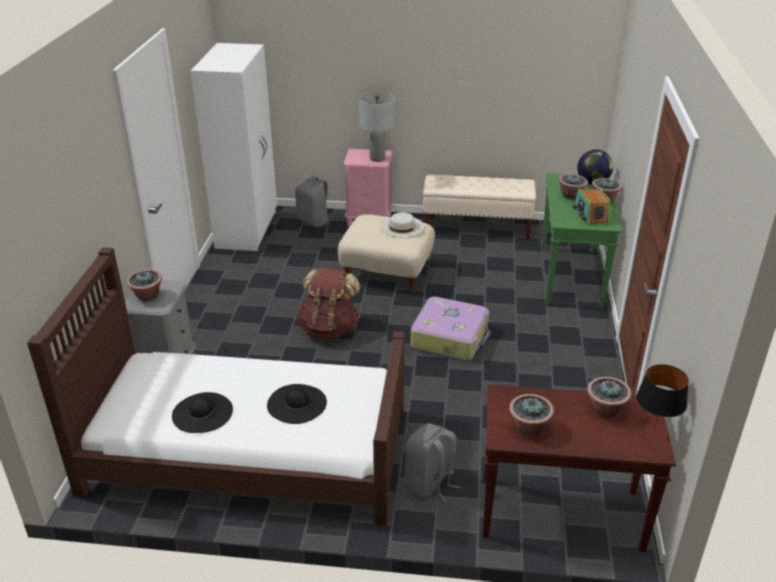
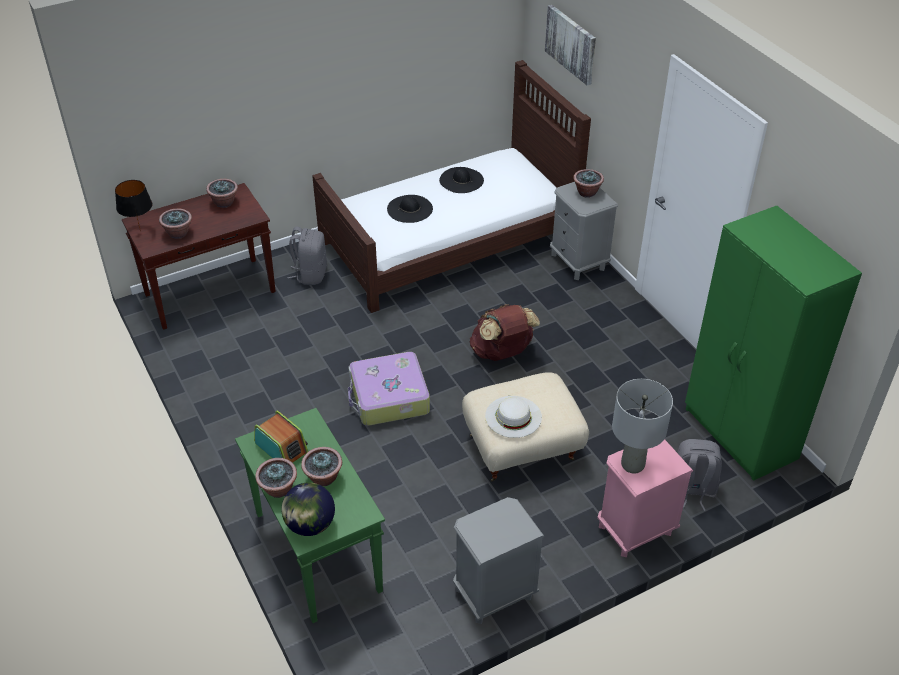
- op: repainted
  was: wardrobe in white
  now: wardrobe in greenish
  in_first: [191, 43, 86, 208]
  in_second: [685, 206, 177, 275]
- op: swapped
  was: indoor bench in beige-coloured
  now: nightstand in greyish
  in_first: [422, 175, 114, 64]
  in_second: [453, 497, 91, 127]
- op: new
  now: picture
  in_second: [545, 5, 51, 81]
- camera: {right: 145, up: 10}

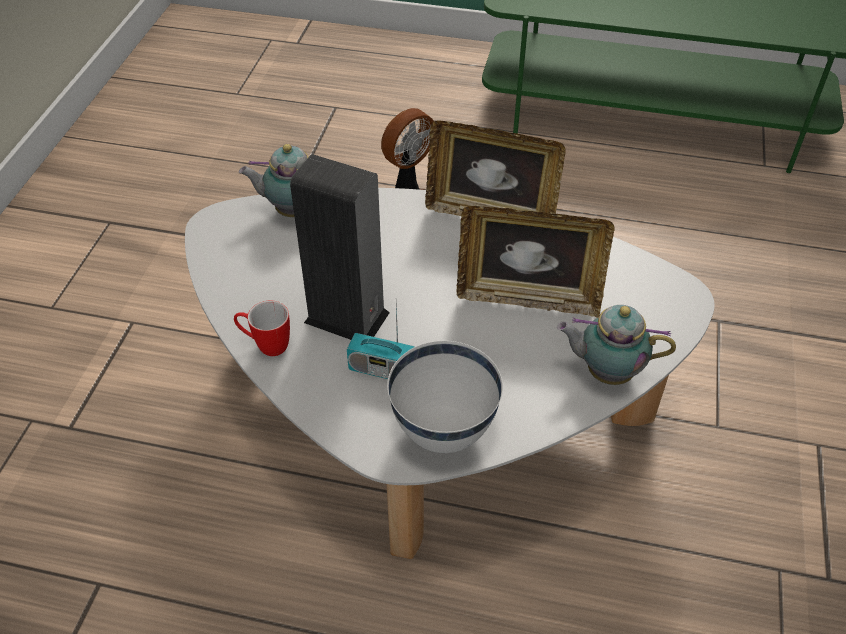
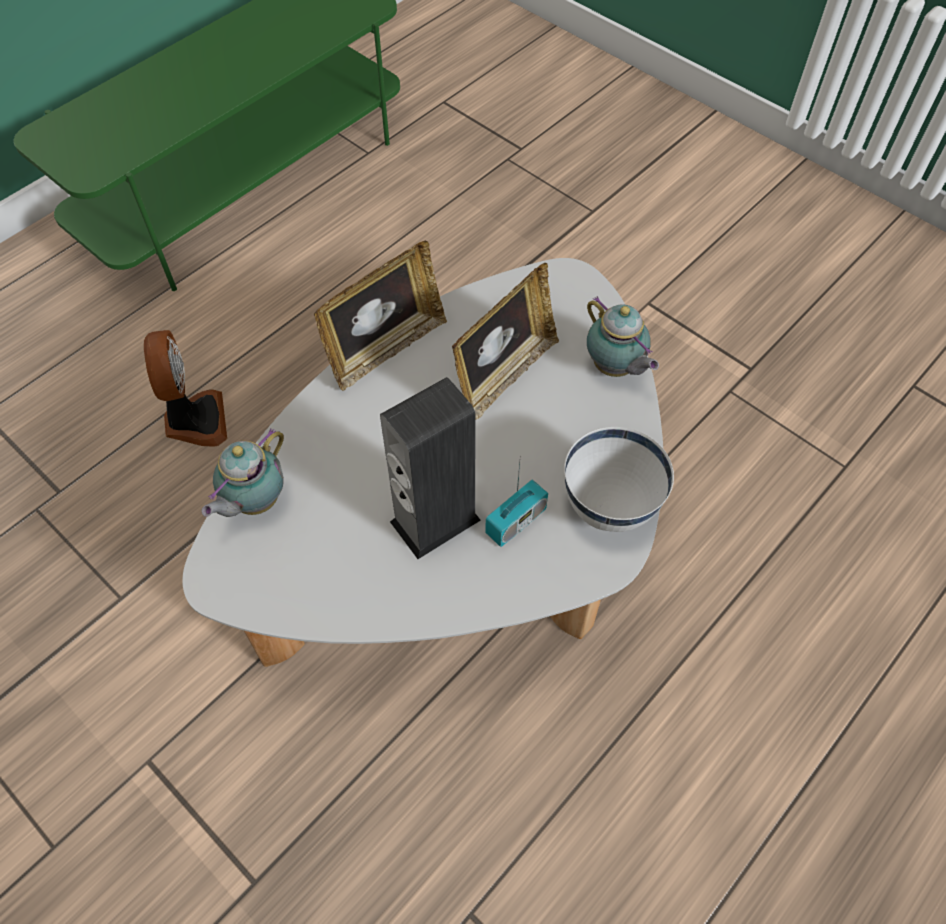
- op: gone
  was: mug
  in_first: [234, 301, 56, 55]
- op: rotated
  was: tea pot
  in_first: [557, 305, 119, 80]
  in_second: [587, 296, 72, 81]
  clockwise: -75
- camera: {right: -60, up: 10}

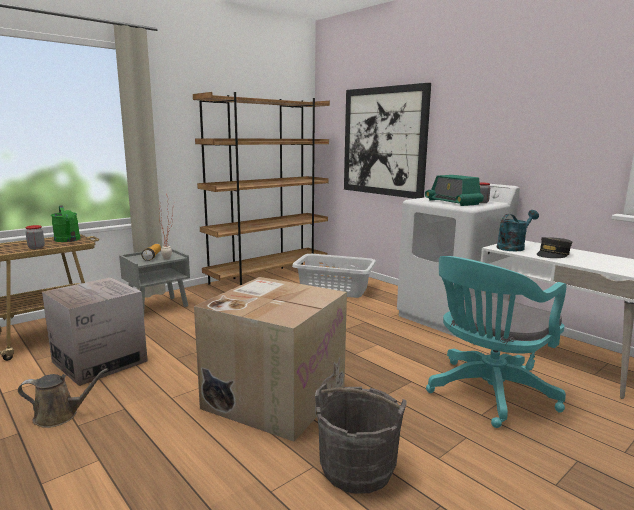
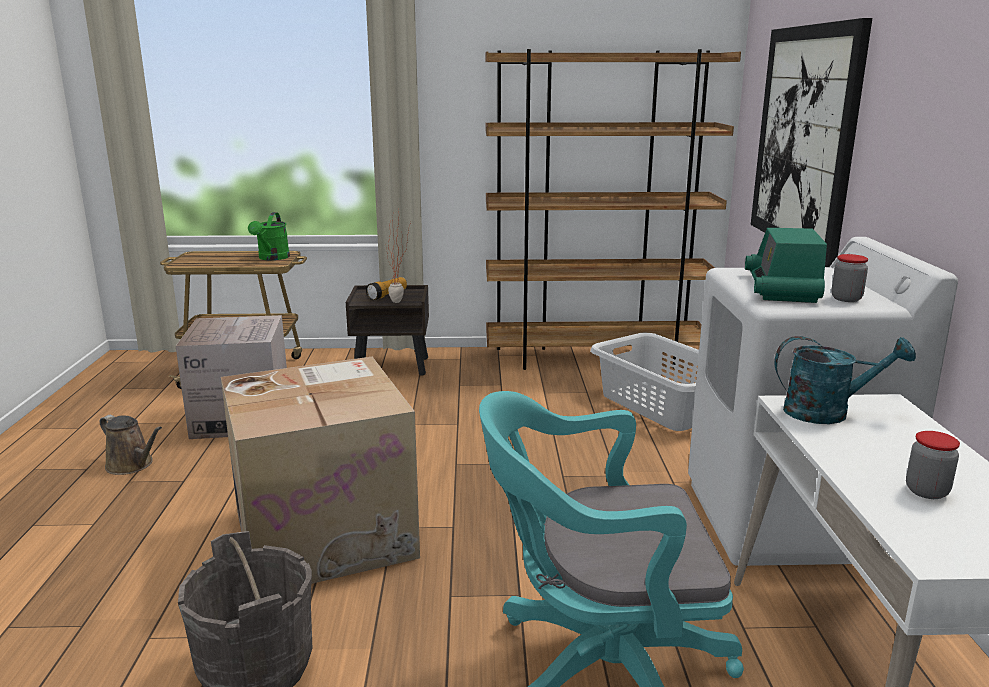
- op: shifted
  was: preserve jar
  in_first: [25, 225, 20, 24]
  in_second: [906, 431, 54, 68]
- op: gone
  was: cap in greyish
  in_first: [536, 237, 37, 21]
- op: repainted
  was: nightstand in greyish
  now: nightstand in brownish
  in_first: [119, 248, 71, 65]
  in_second: [346, 285, 83, 91]
- camera: {right: 40, up: 5}

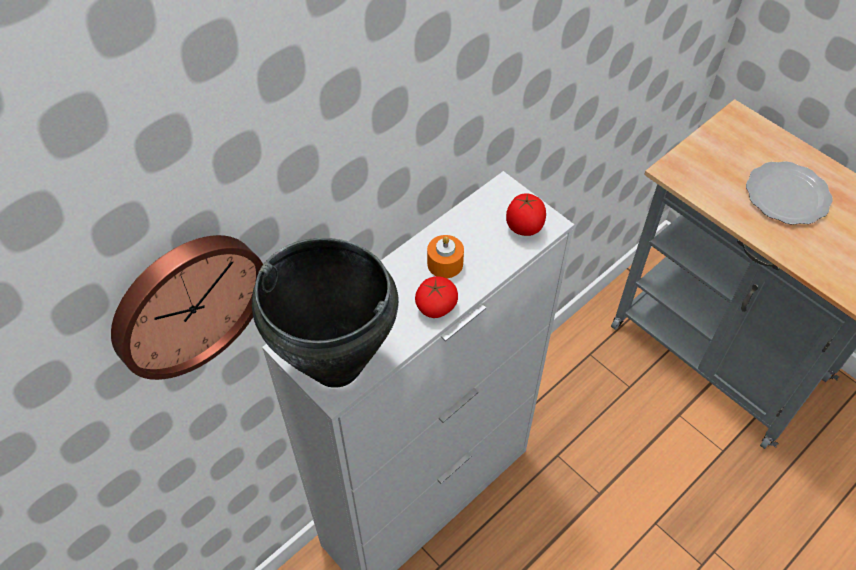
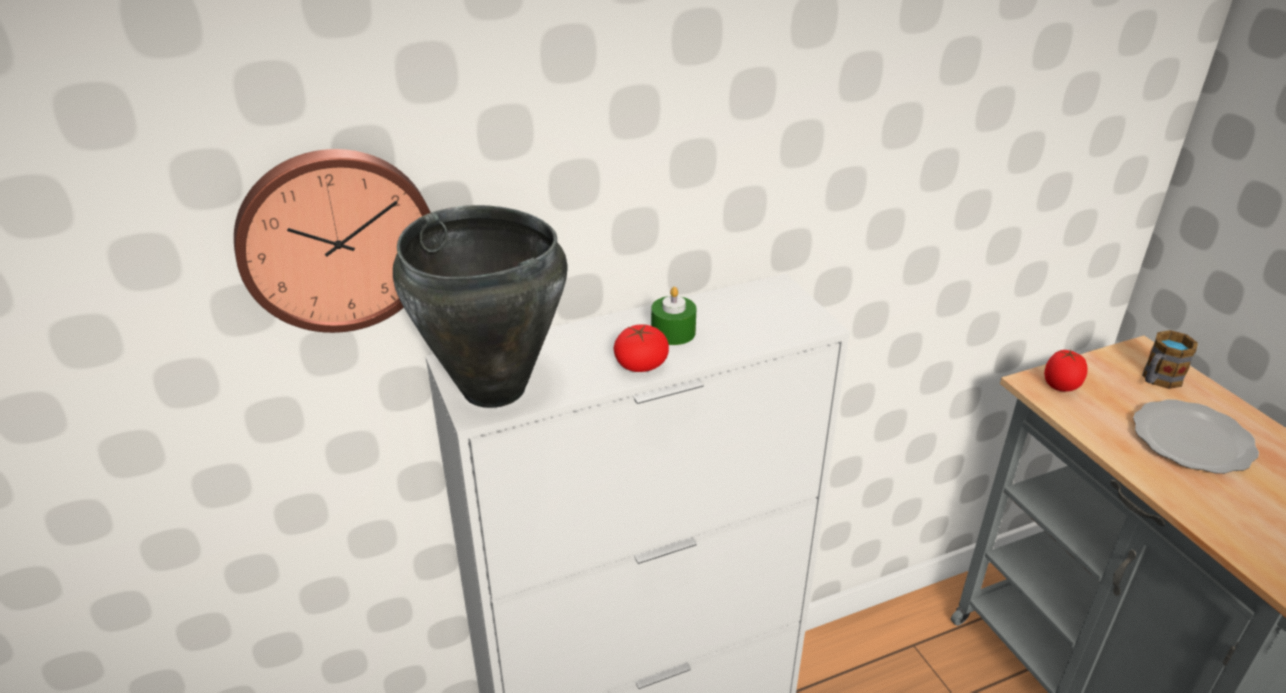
- op: shifted
  was: tomato
  in_first: [506, 193, 40, 43]
  in_second: [1044, 350, 44, 42]
- op: repainted
  was: wax candle in orange-coloured
  now: wax candle in greenish
  in_first: [427, 235, 37, 43]
  in_second: [651, 286, 46, 59]
- op: new
  now: mug
  in_second: [1142, 330, 56, 59]
- camera: {right: 20, up: -20}

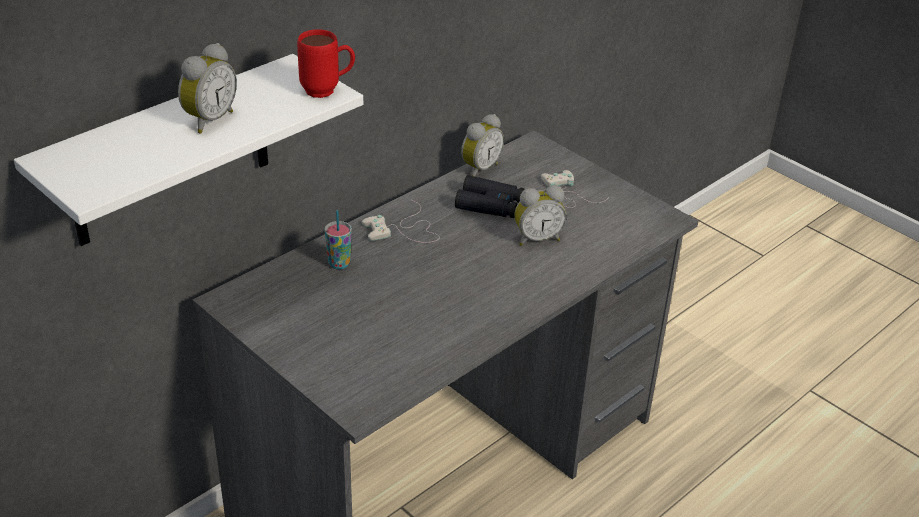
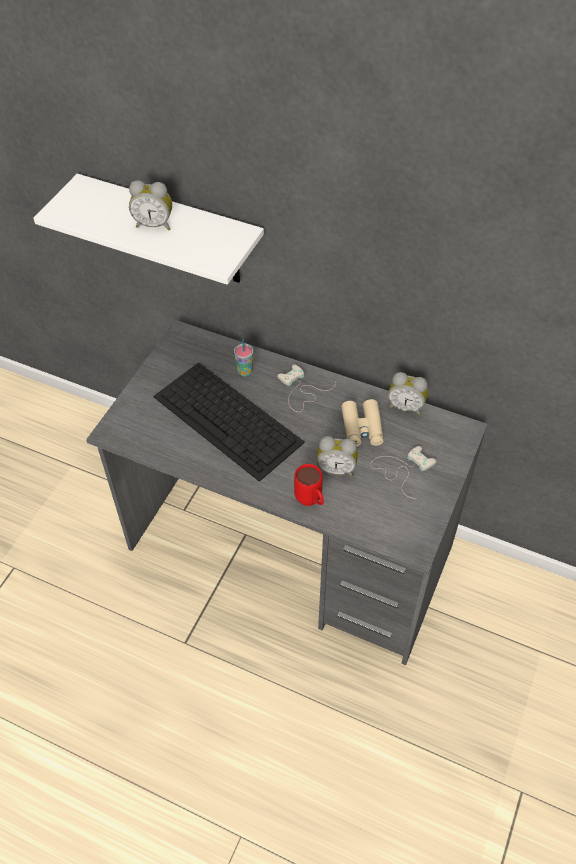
- op: shifted
  was: mug in red-coloured
  in_first: [297, 29, 58, 69]
  in_second: [294, 464, 30, 42]
- op: repainted
  was: binoculars in black
  now: binoculars in beige-coloured
  in_first: [455, 175, 69, 43]
  in_second: [341, 399, 42, 48]
- op: rotated
  was: bedside clock
  in_first: [514, 185, 53, 61]
  in_second: [316, 436, 42, 41]
  clockwise: -45
- op: new
  now: keyboard
  in_second: [153, 363, 152, 119]
- camera: {right: 70, up: 15}

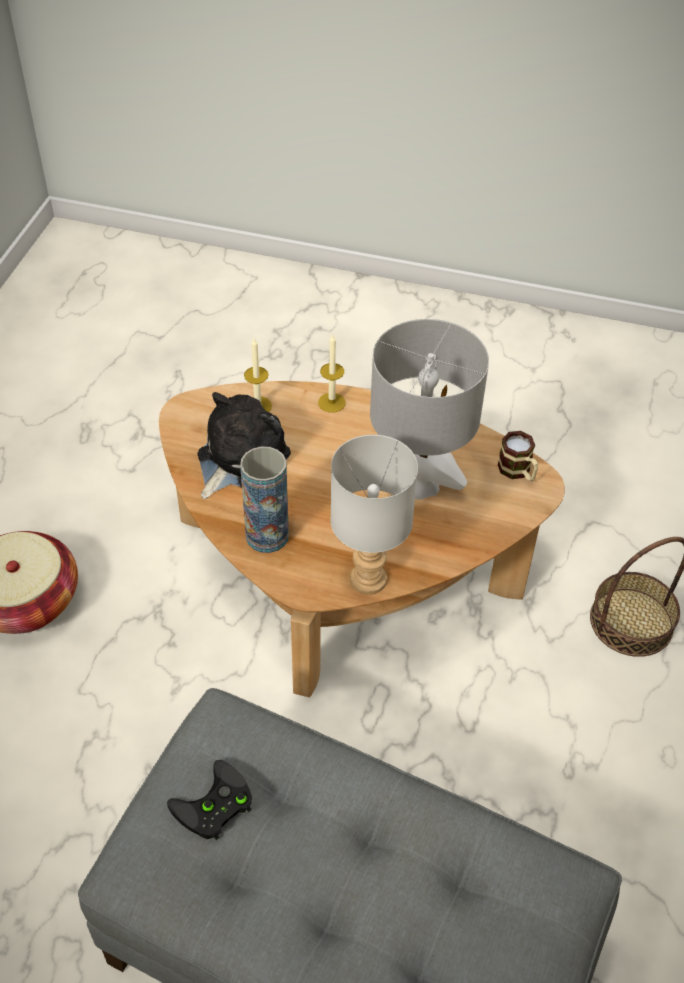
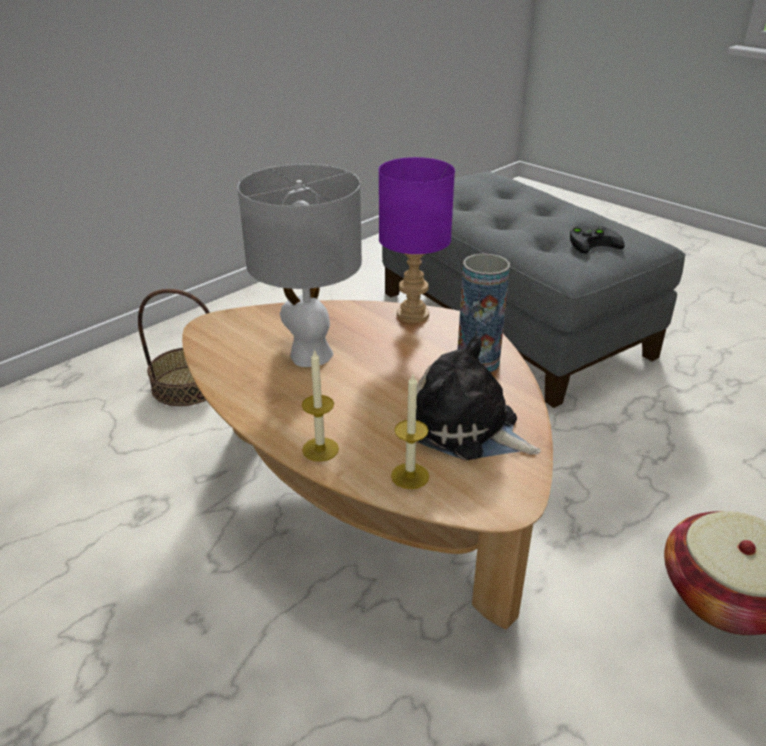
- op: rotated
  was: cuddly toy
  in_first: [197, 392, 94, 107]
  in_second: [416, 336, 125, 124]
  clockwise: 60
- op: gone
  was: mug
  in_first: [498, 431, 40, 50]
- op: repainted
  was: lamp for a table in greyish
  now: lamp for a table in purplish
  in_first: [330, 435, 88, 160]
  in_second: [379, 157, 76, 166]
- camera: {right: -150, up: -15}

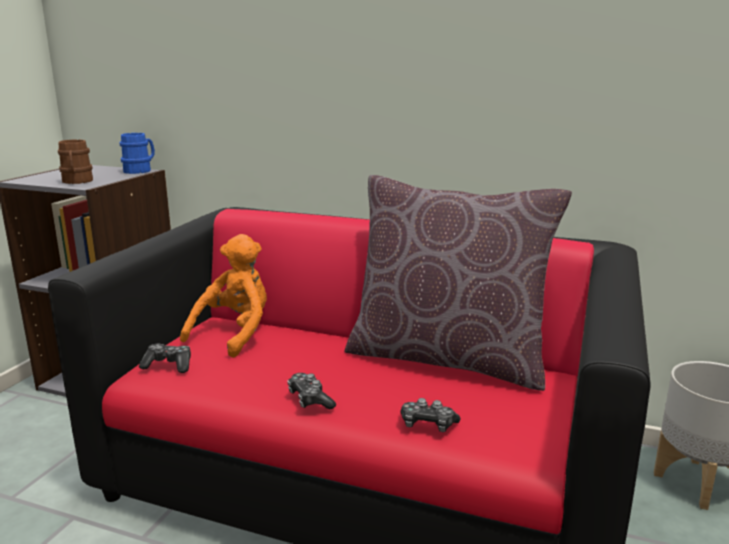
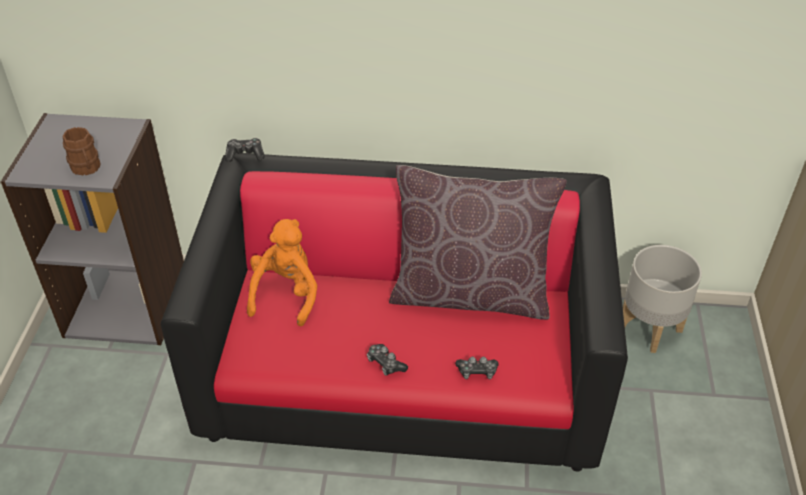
- op: gone
  was: mug in bluish
  in_first: [119, 133, 36, 41]
- op: shifted
  was: joypad
  in_first: [139, 344, 52, 29]
  in_second: [225, 138, 40, 24]
- camera: {right: -15, up: 25}

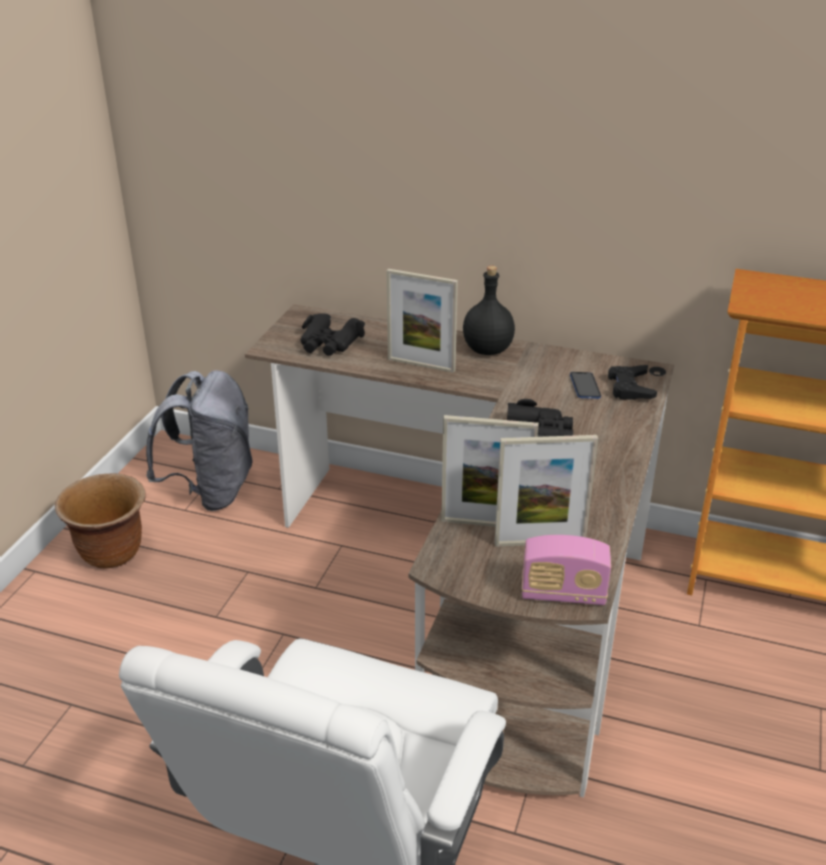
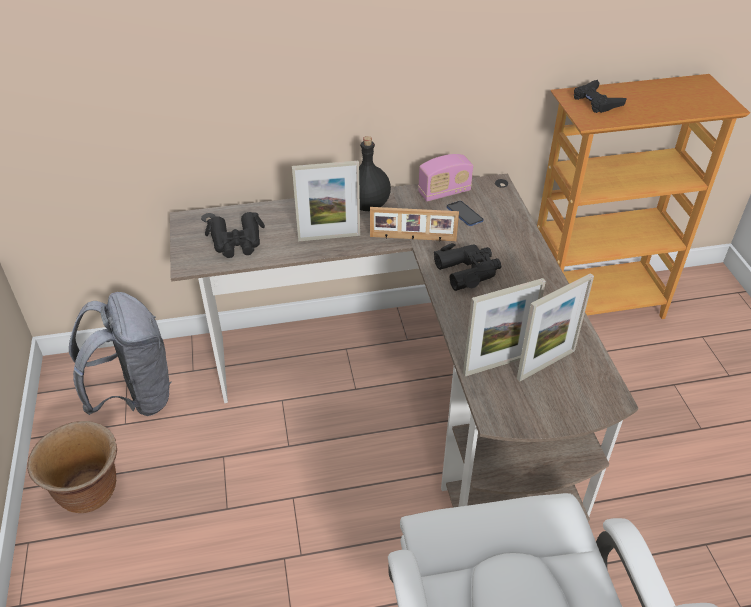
- op: shifted
  was: joypad in black
  in_first: [608, 365, 49, 35]
  in_second: [574, 80, 53, 33]
- op: shifted
  was: radio set
  in_first: [522, 535, 89, 70]
  in_second: [418, 154, 55, 48]
- op: new
  now: photo frame
  in_second: [370, 207, 89, 34]
- camera: {right: -30, up: 10}

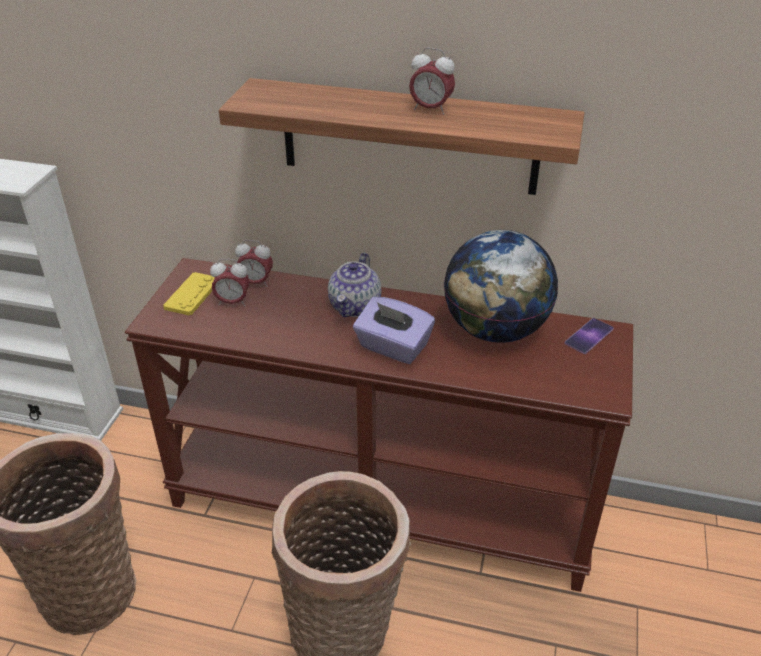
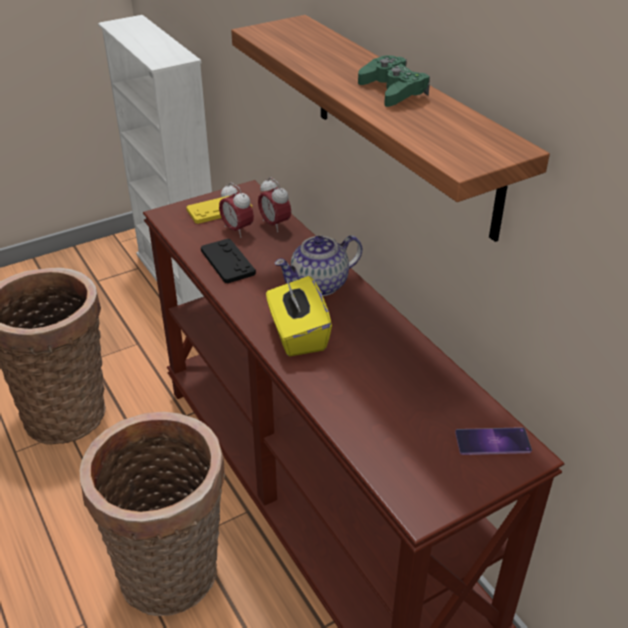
- op: swapped
  was: bedside clock
  now: joypad in greenish
  in_first: [409, 47, 46, 68]
  in_second: [358, 55, 72, 52]
- op: gone
  was: globe
  in_first: [444, 230, 114, 113]
- op: repainted
  was: tissue box in purplish
  now: tissue box in yellowish
  in_first: [353, 297, 82, 67]
  in_second: [266, 276, 66, 80]
- op: new
  now: joypad in black
  in_second: [201, 239, 55, 45]
- camera: {right: 45, up: 0}

